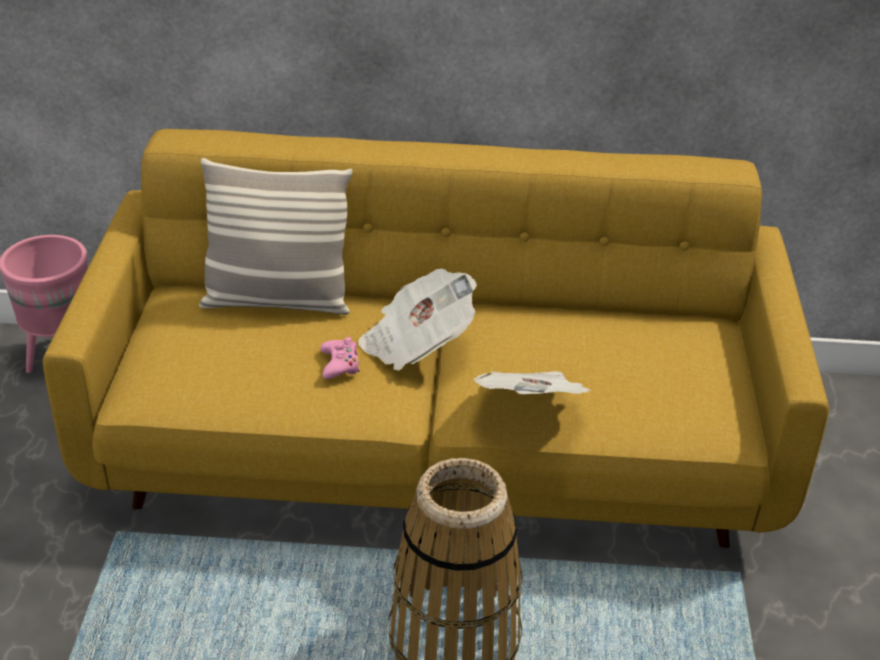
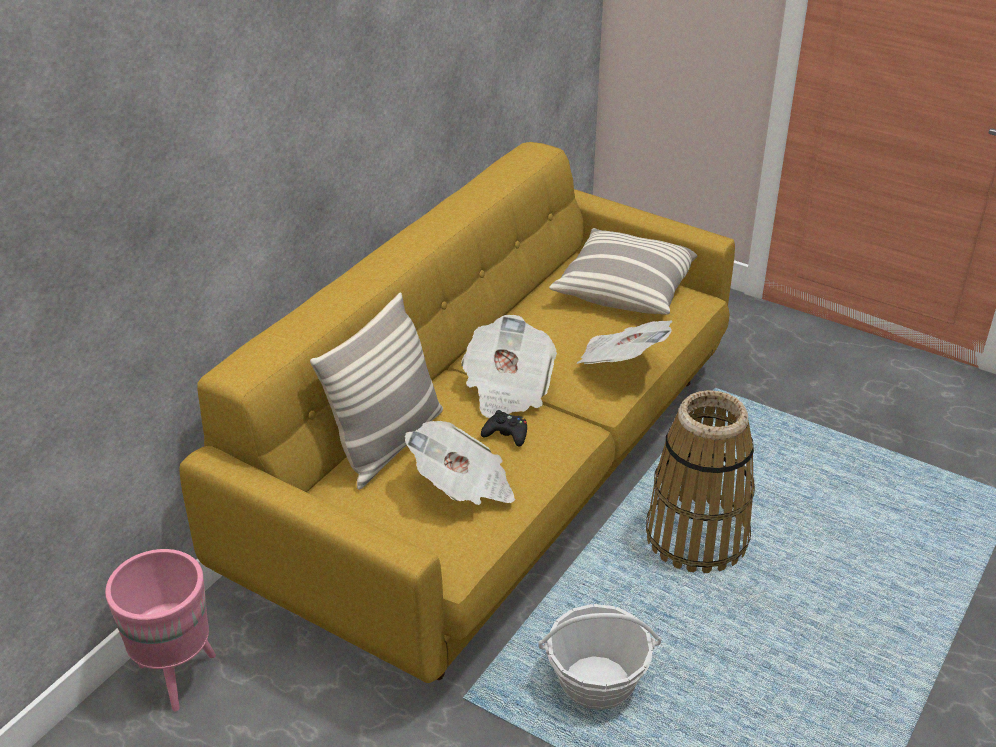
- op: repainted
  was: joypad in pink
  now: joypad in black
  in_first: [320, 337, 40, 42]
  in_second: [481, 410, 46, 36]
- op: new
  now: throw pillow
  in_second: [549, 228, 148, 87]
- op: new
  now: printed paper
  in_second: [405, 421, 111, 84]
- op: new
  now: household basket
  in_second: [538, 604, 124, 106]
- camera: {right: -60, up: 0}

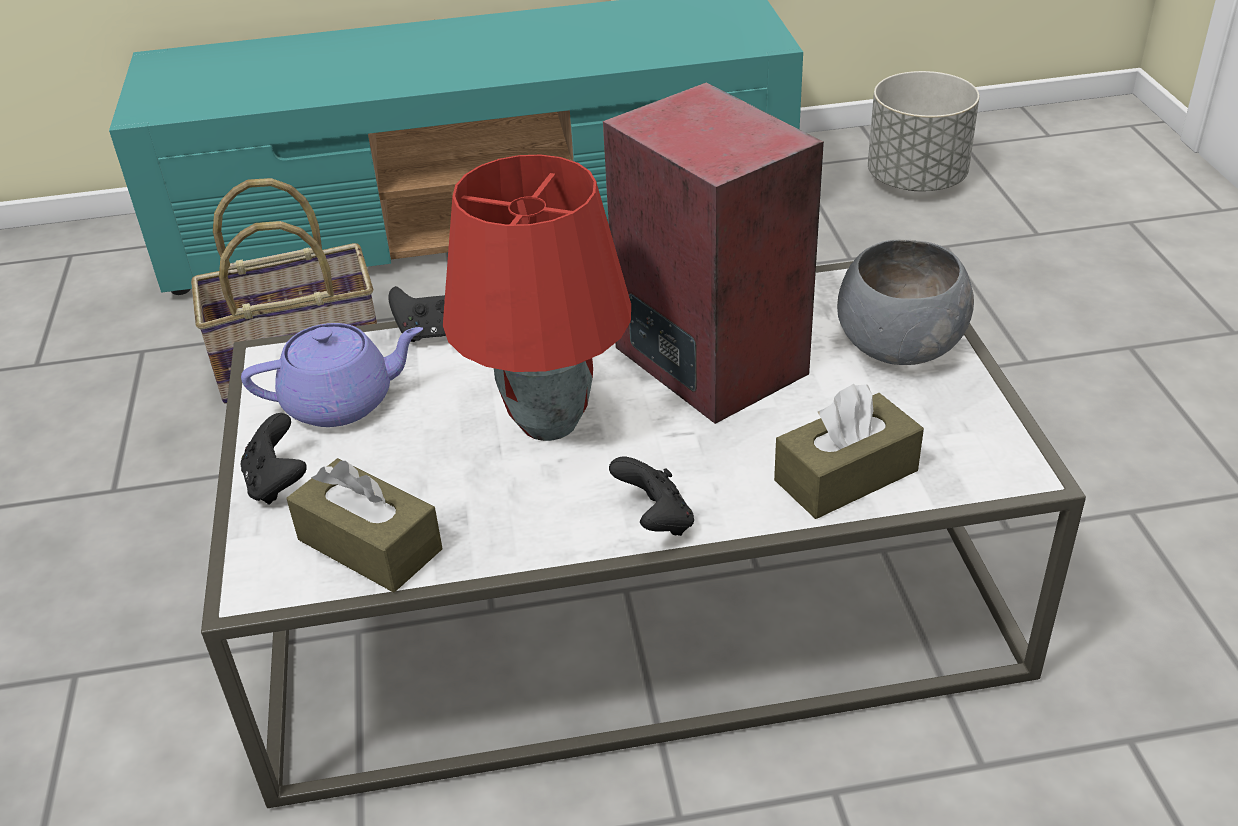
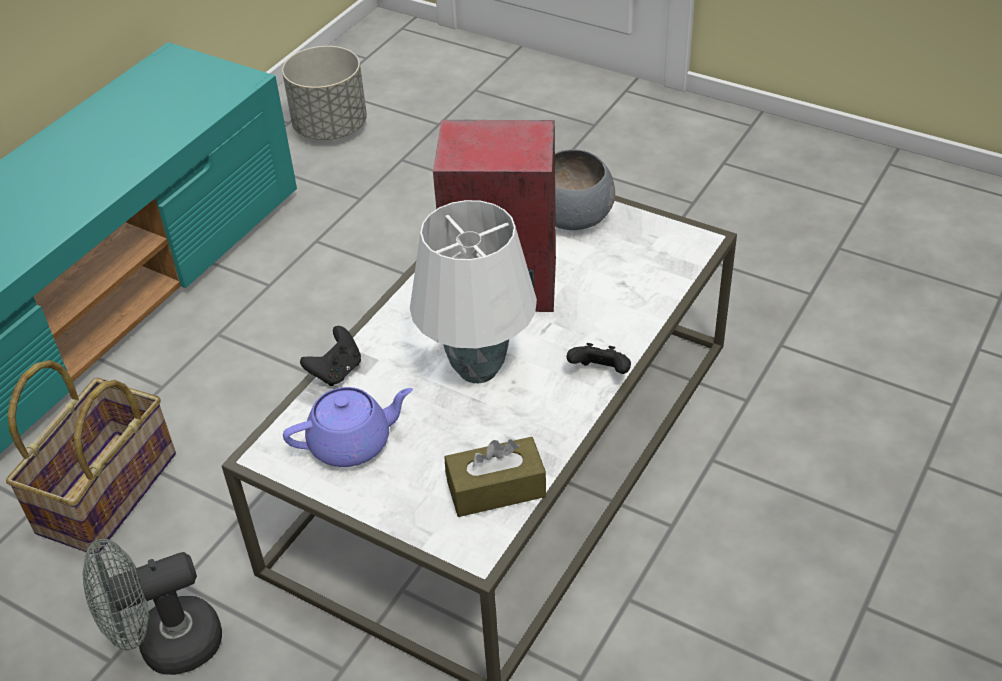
- op: repainted
  was: lamp for a table in red-coloured
  now: lamp for a table in white
  in_first: [443, 155, 188, 286]
  in_second: [410, 200, 127, 183]
- op: rotated
  was: tea pot in purplish
  in_first: [241, 323, 182, 104]
  in_second: [283, 387, 130, 80]
  clockwise: 45
- op: gone
  was: tissue box in brownish
  in_first: [774, 384, 150, 135]
- op: gone
  was: joypad in black
  in_first: [241, 413, 66, 92]
- op: new
  now: cooling fan in greyish
  in_second: [82, 539, 140, 136]
- camera: {right: -50, up: 5}

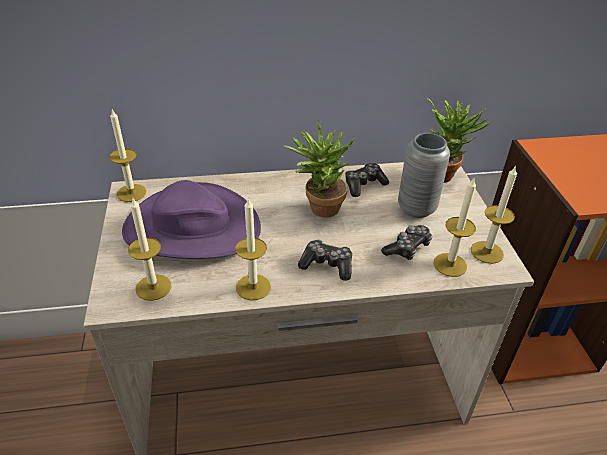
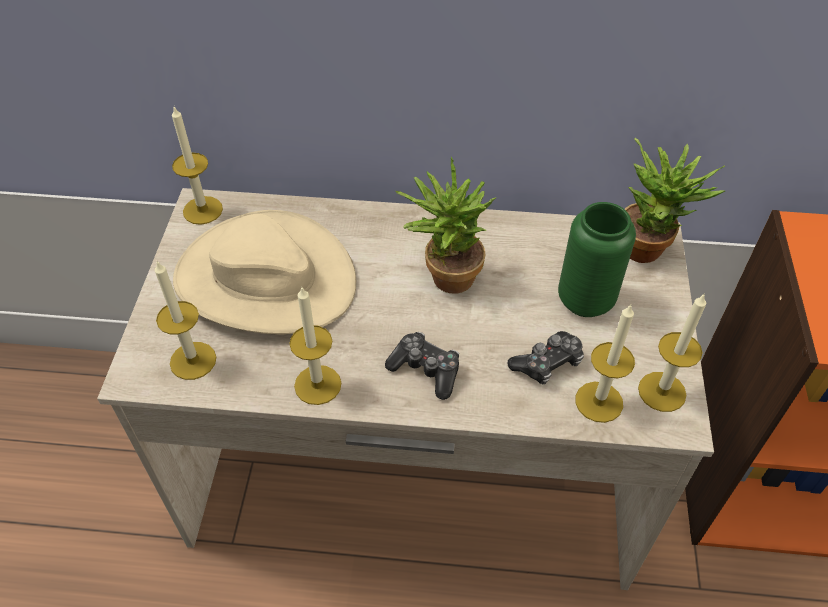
- op: repainted
  was: decorative vase in greyish
  now: decorative vase in greenish
  in_first: [398, 133, 52, 85]
  in_second: [558, 202, 78, 115]
- op: gone
  was: joypad
  in_first: [345, 163, 44, 34]
- op: repainted
  was: clothing hat in purplish
  now: clothing hat in beige-coloured
  in_first: [122, 180, 139, 79]
  in_second: [173, 210, 183, 125]
- camera: {right: 15, up: 10}

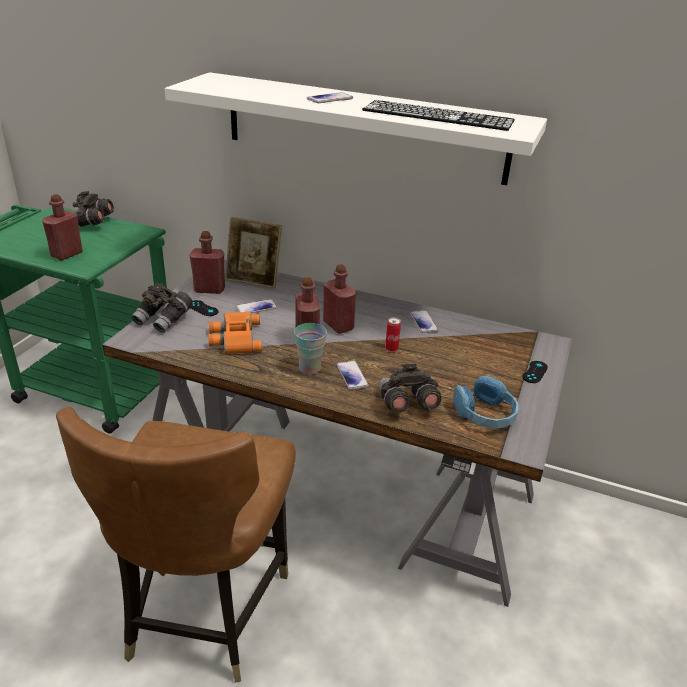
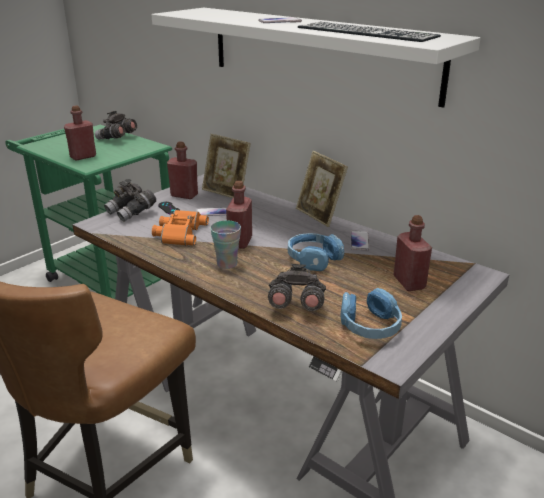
- op: shifted
  was: drink bottle in red-coloured
  in_first: [323, 264, 33, 70]
  in_second: [394, 215, 38, 76]
- op: swapped
  was: sealed can
  now: headset in bluish
  in_first: [385, 317, 16, 35]
  in_second: [288, 233, 56, 38]
- op: gone
  was: handset
  in_first: [336, 361, 33, 29]
- op: gone
  was: joypad in black
  in_first: [522, 361, 26, 22]
- op: new
  now: photo frame
  in_second: [296, 151, 52, 76]
- camera: {right: 20, up: -5}

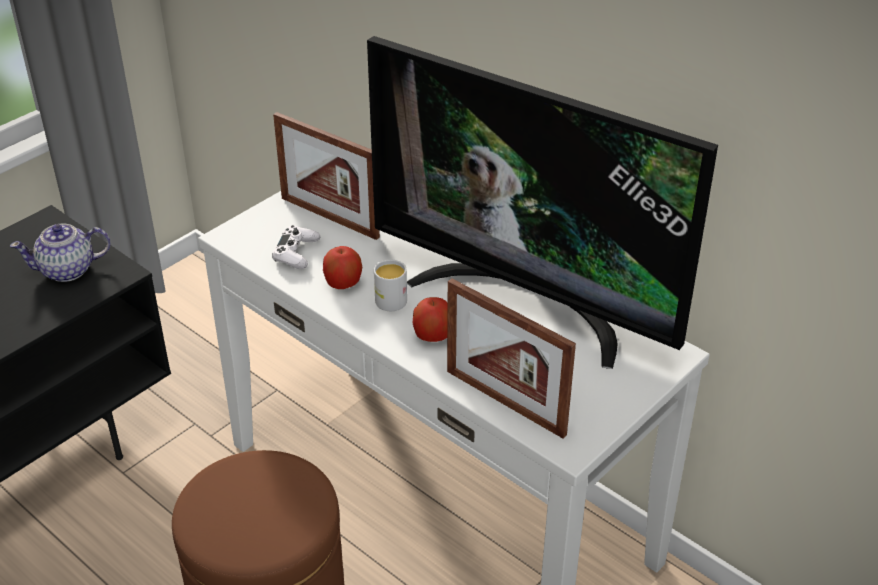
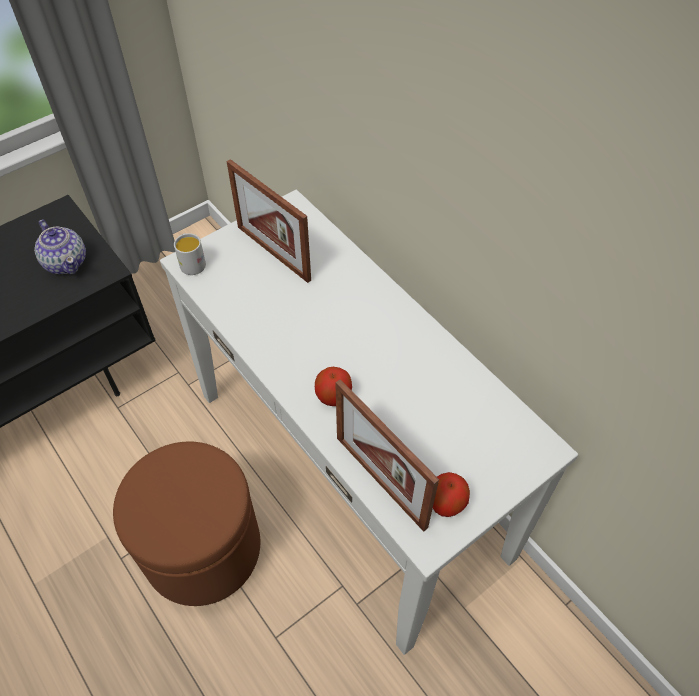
- op: gone
  was: TV
  in_first: [367, 36, 351, 333]
- op: rotated
  was: tea pot
  in_first: [10, 223, 101, 59]
  in_second: [34, 219, 52, 55]
  clockwise: -120
- op: gone
  was: joypad in white
  in_first: [272, 225, 48, 44]
- op: shifted
  was: apple
  in_first: [323, 246, 39, 43]
  in_second: [433, 472, 37, 45]
- op: shifted
  was: mug in white
  in_first: [374, 260, 33, 51]
  in_second: [174, 233, 32, 42]
- camera: {right: 10, up: 15}

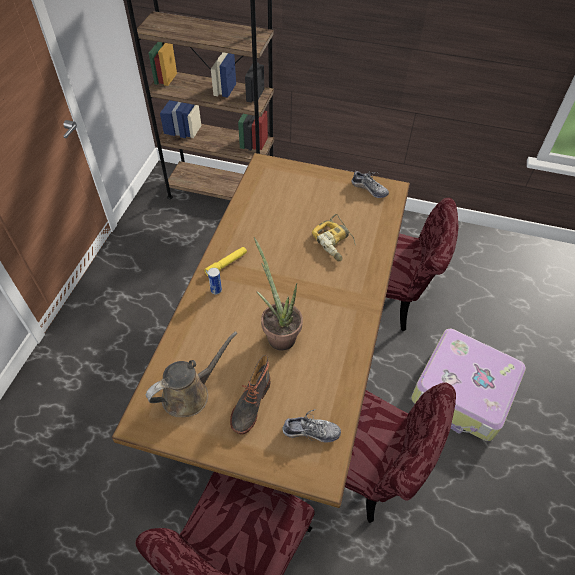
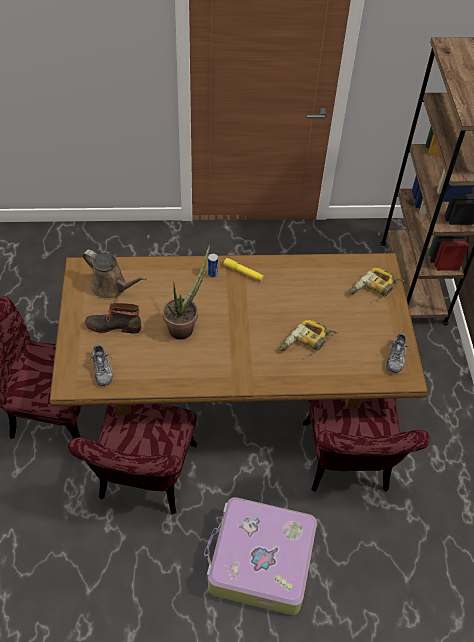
- op: new
  now: power drill
  in_second: [349, 268, 55, 33]
- camera: {right: 70, up: 0}

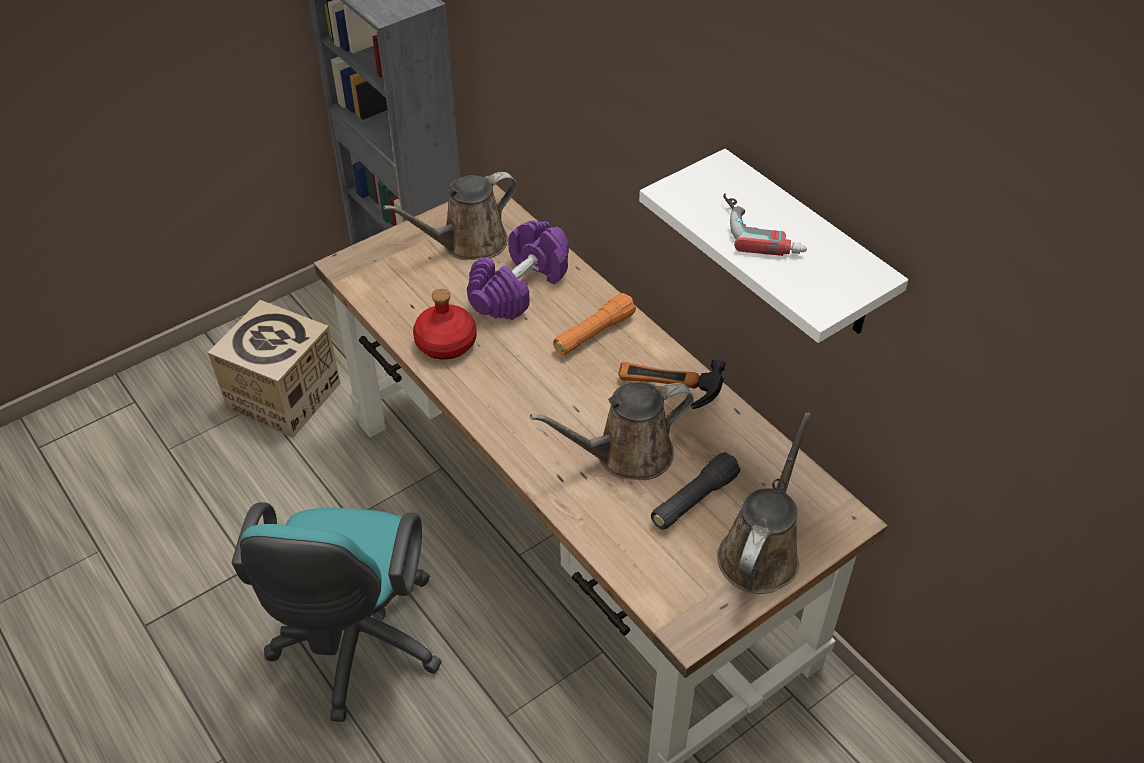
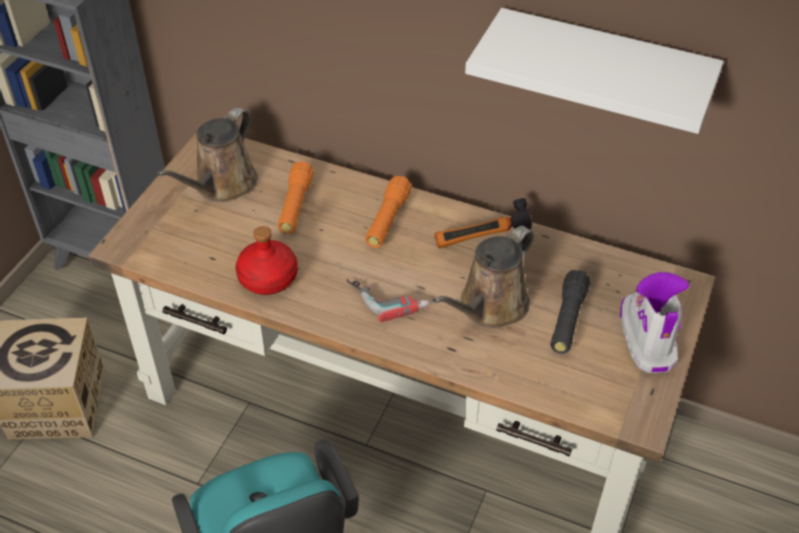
- op: shifted
  was: power drill
  in_first: [723, 193, 84, 63]
  in_second: [347, 279, 82, 43]
- op: swapped
  was: dumbbell in purplish
  now: torch in orange-coloured
  in_first: [467, 220, 102, 100]
  in_second: [278, 161, 36, 73]
- op: swapped
  was: watering can in brownish
  now: boot
  in_first: [717, 412, 94, 182]
  in_second: [620, 272, 70, 101]
- camera: {right: -30, up: 0}

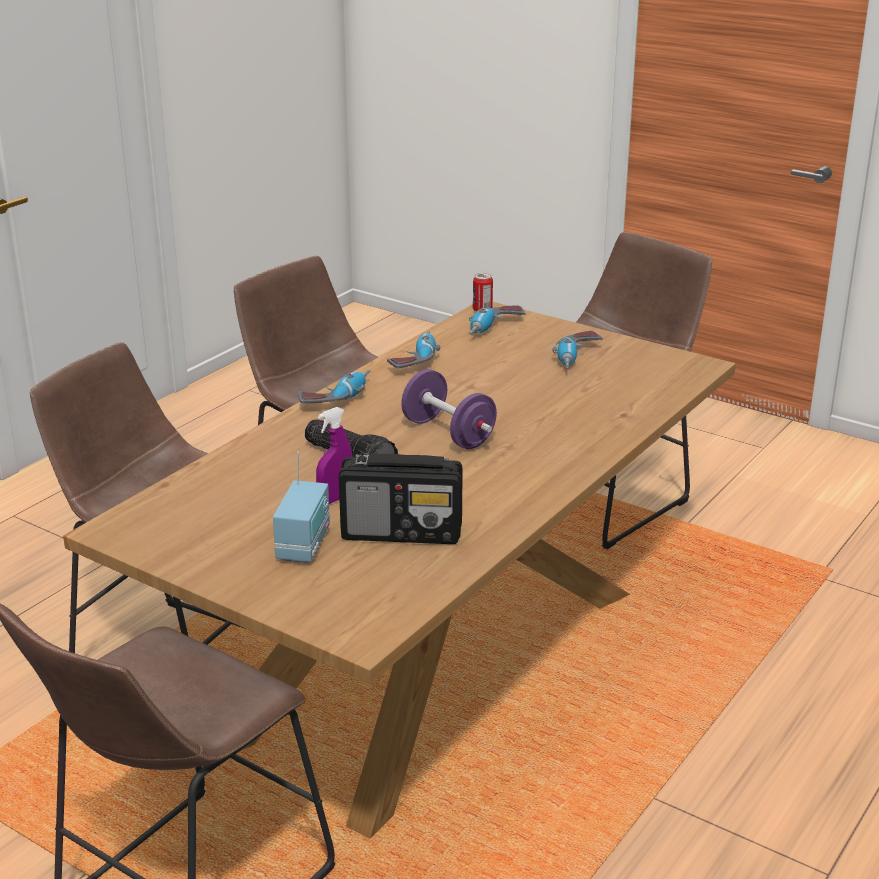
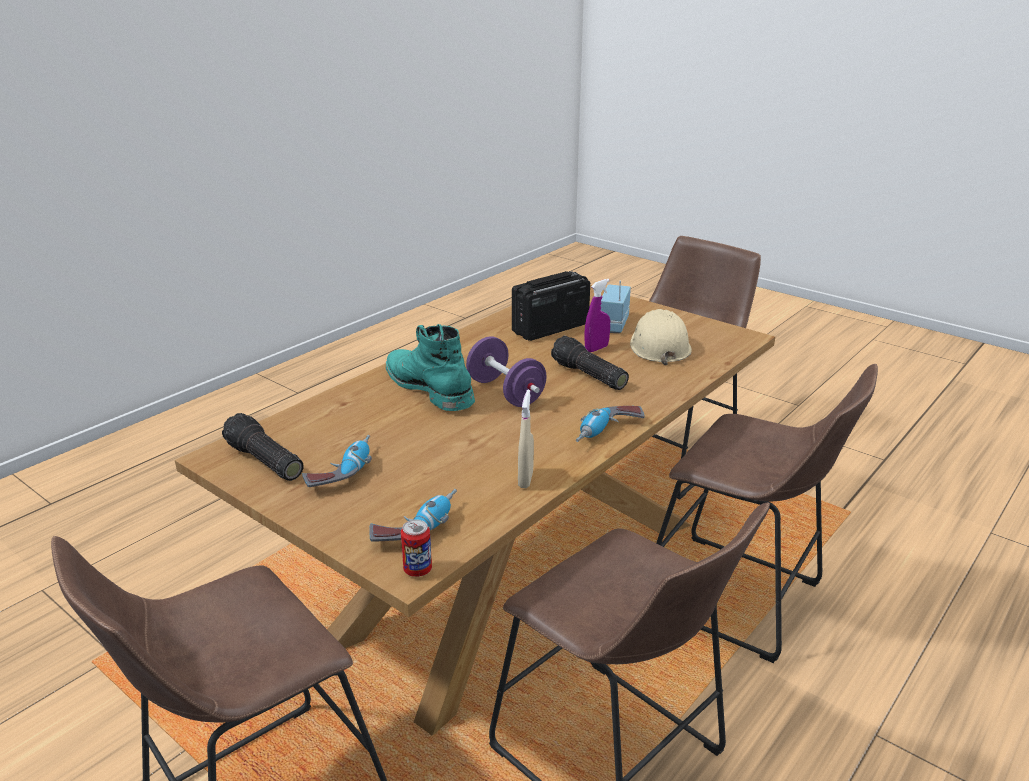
- op: swapped
  was: power drill
  now: hand sprayer in beige-coloured
  in_first: [387, 331, 53, 37]
  in_second: [518, 390, 16, 98]
- op: rotated
  was: radio set
  in_first: [339, 453, 124, 91]
  in_second: [512, 271, 78, 70]
  clockwise: -45
- op: new
  now: hard hat in beige-coloured
  in_second: [630, 309, 62, 57]
- op: new
  now: boot in turquoise
  in_second: [386, 324, 89, 87]
- op: new
  now: torch
  in_second: [222, 413, 82, 68]
- camera: {right: -175, up: 0}

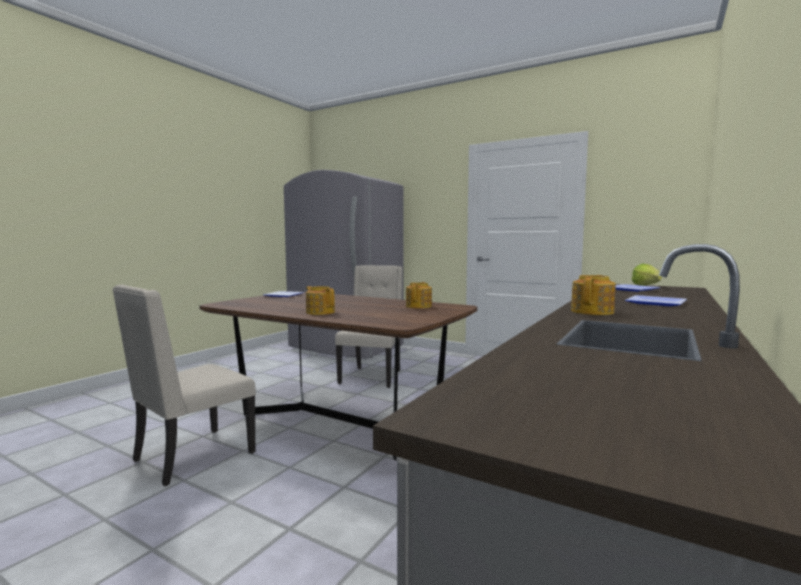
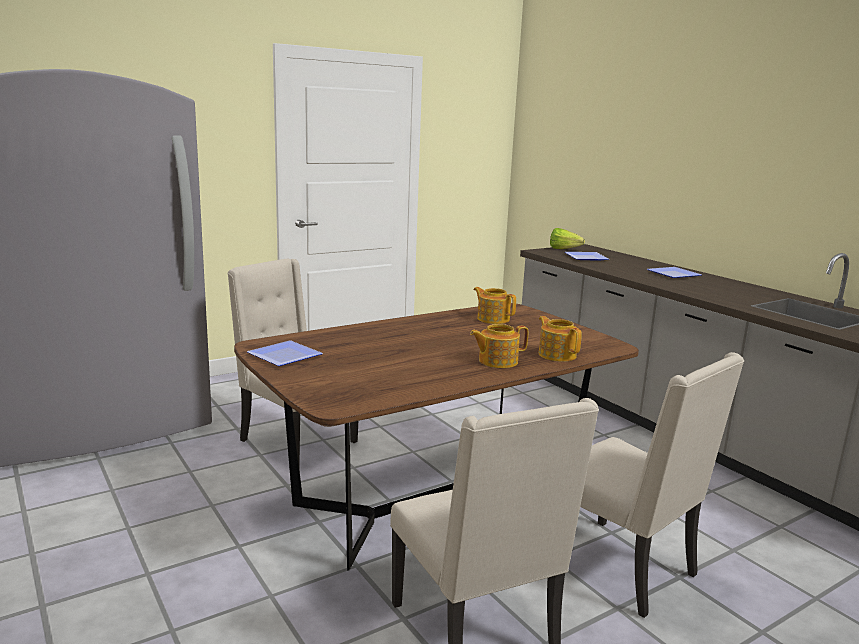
- op: shifted
  was: tea pot
  in_first: [571, 275, 45, 40]
  in_second: [539, 316, 43, 46]
- op: new
  now: chair in beige-coloured
  in_second: [580, 352, 164, 266]
- camera: {right: -65, up: 10}

